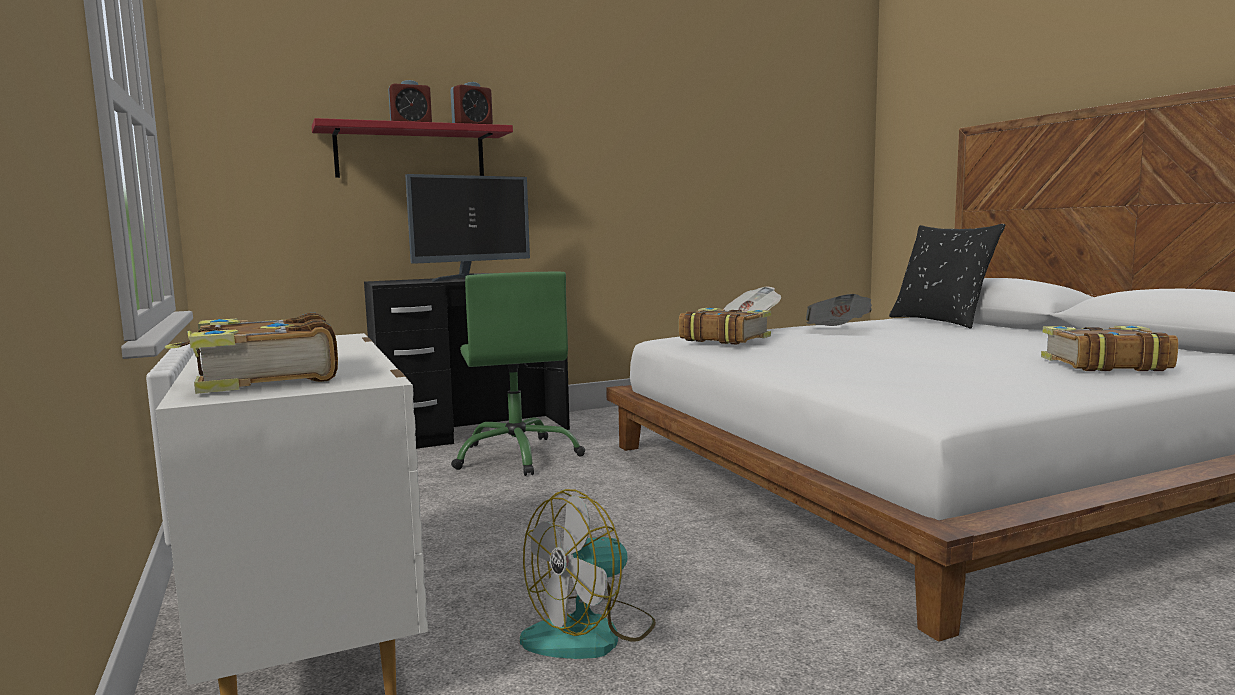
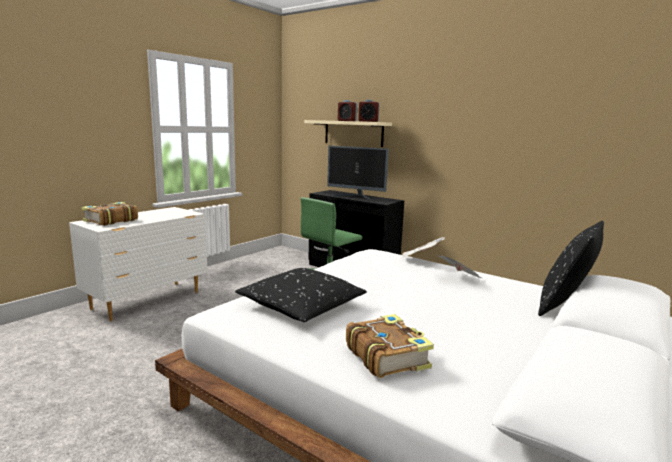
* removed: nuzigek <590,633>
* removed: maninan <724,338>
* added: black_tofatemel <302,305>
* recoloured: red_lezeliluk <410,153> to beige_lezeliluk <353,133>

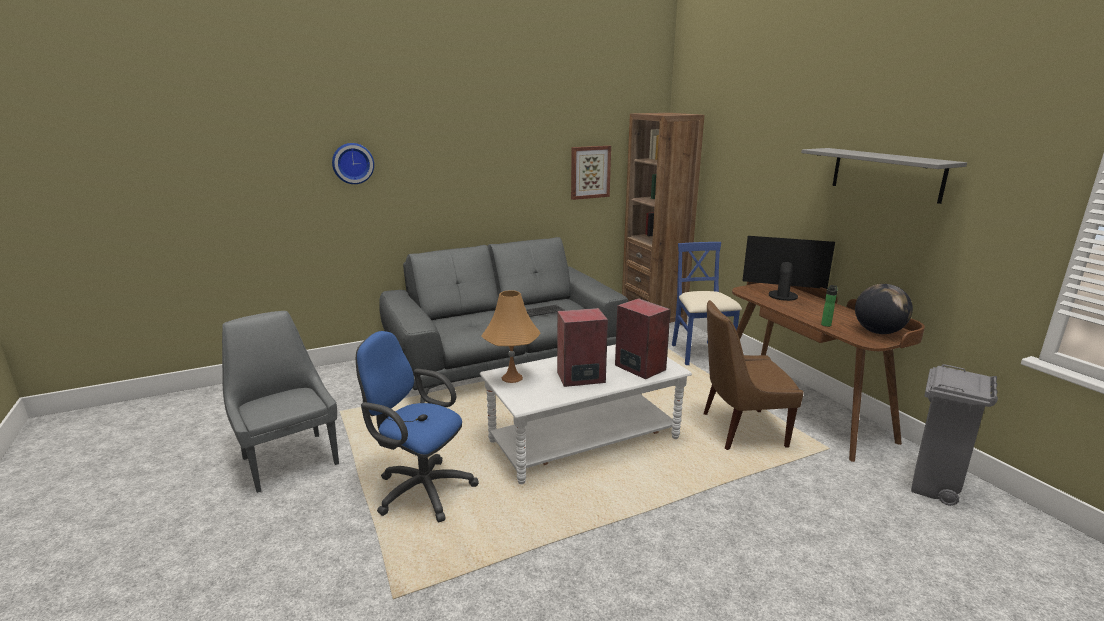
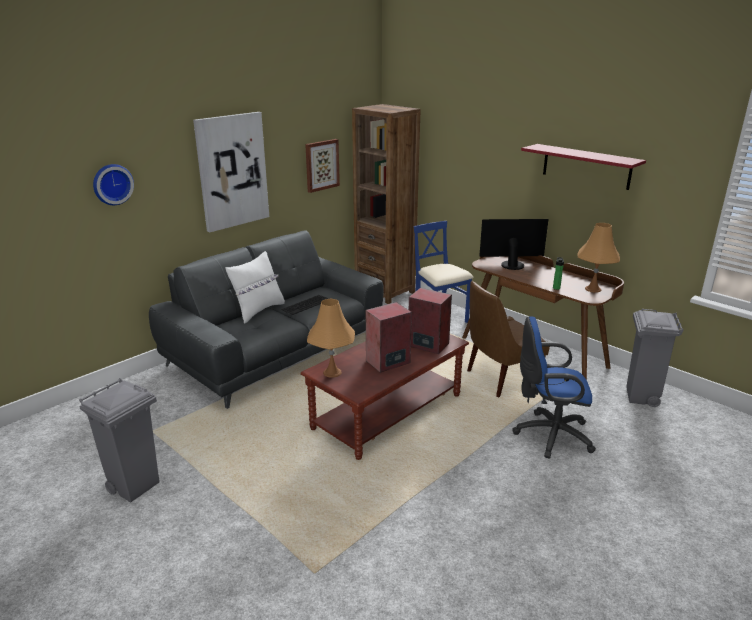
* added: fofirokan <232,171>
* added: white_tofatemel <258,311>
* moved: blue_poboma <420,489> to <549,435>
* replaced: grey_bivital <289,459> to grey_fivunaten <135,486>
* replaced: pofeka <878,332> to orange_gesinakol <593,289>
* recoloured: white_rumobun <584,440> to brown_rumobun <388,412>
* recoloured: grey_lezeliluk <886,174> to red_lezeliluk <586,166>

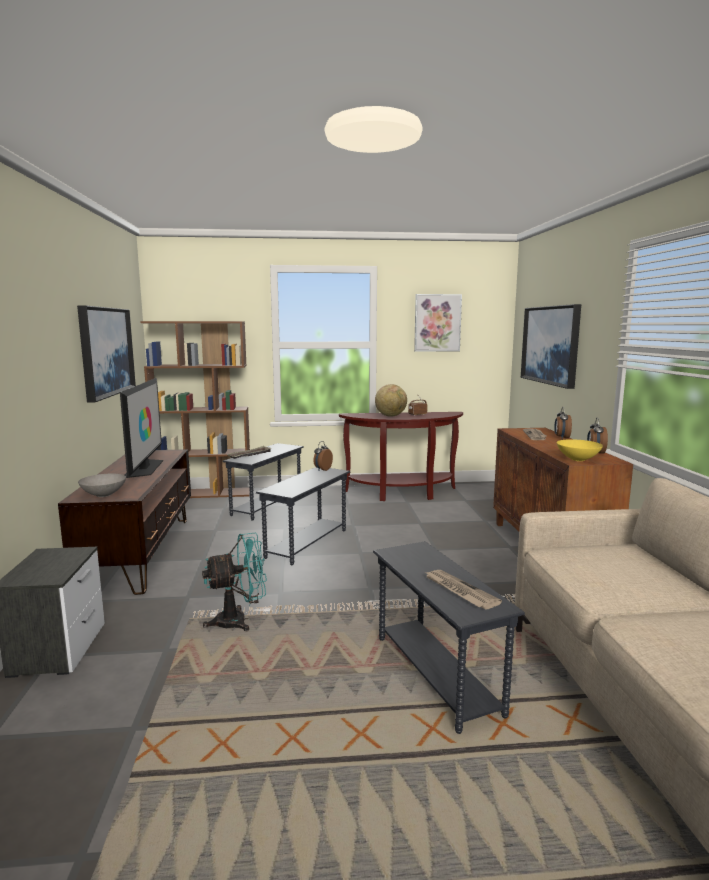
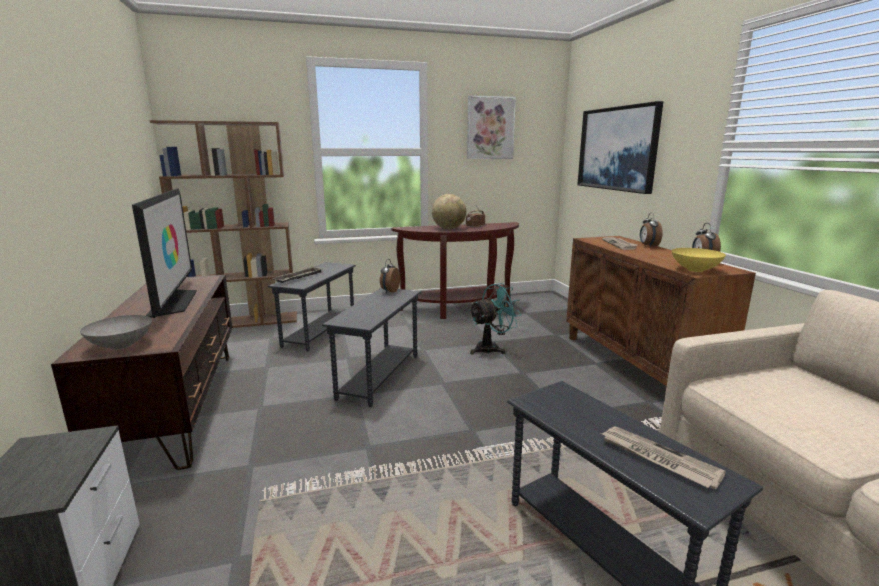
* removed: fofirokan <106,351>
* moved: turquoise_nuzigek <239,621> to <491,348>

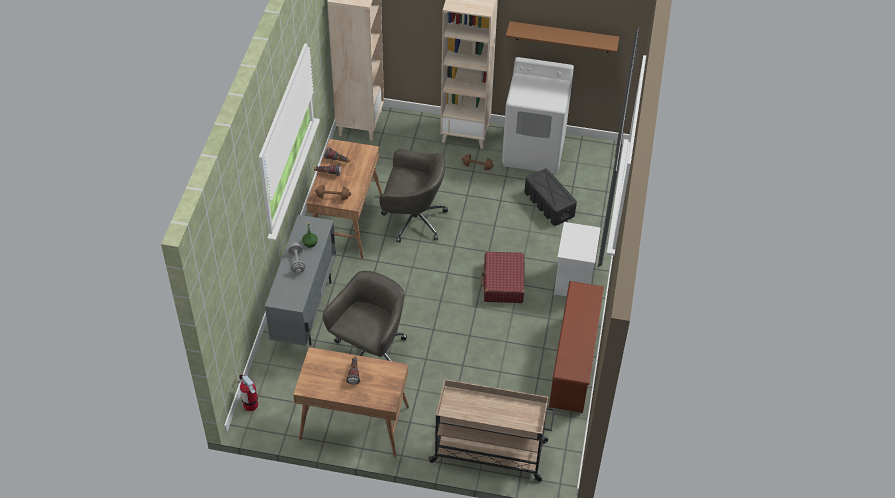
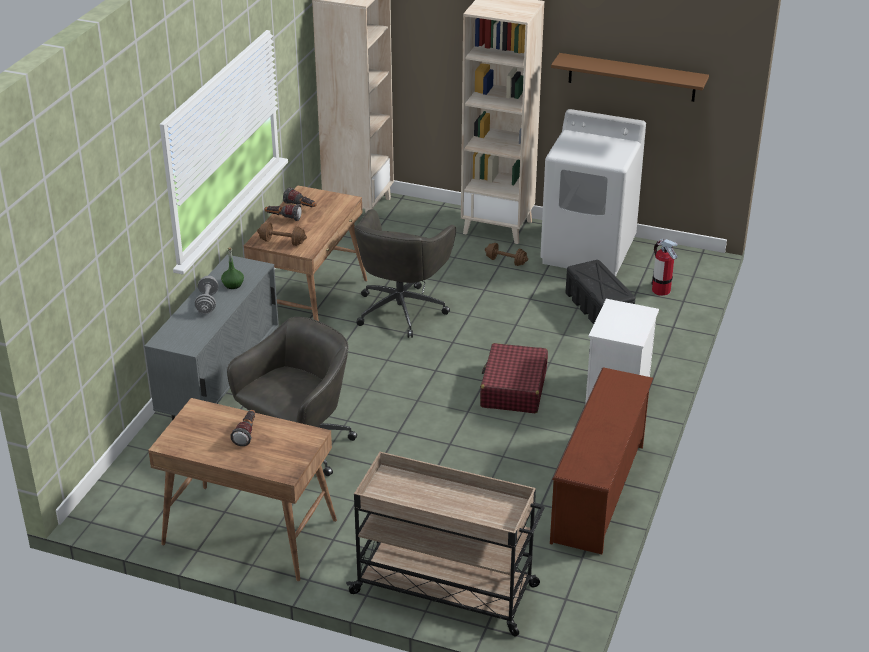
* moved: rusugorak <250,404> to <660,290>
* turned: grey_poboma <412,219> = <401,309> 90 degrees clockwise

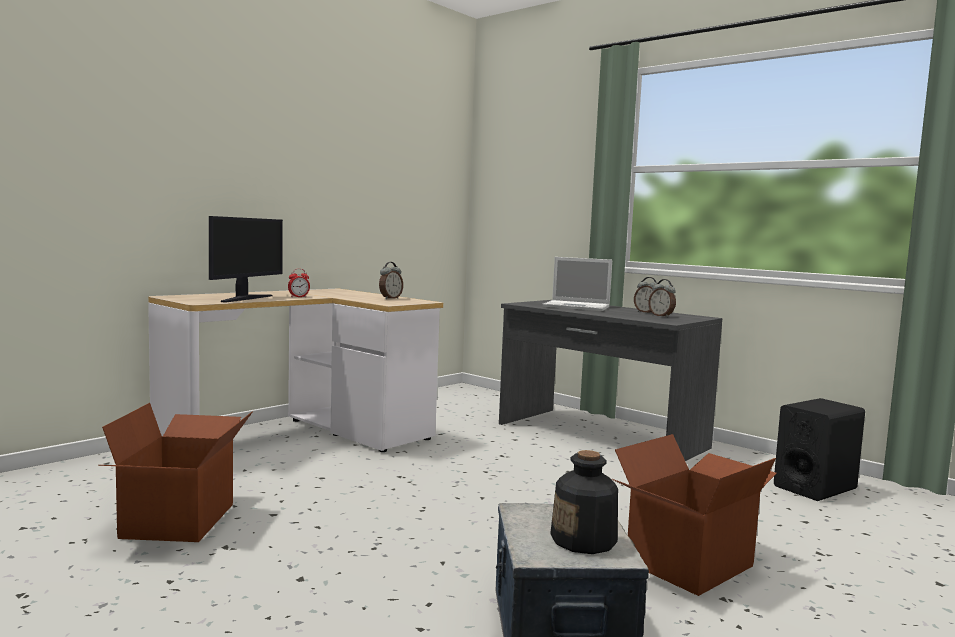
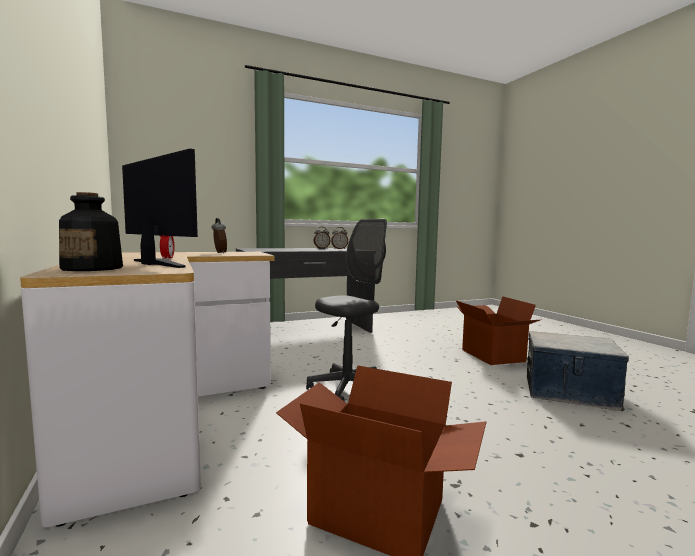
* removed: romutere <578,306>
* removed: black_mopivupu <815,487>
* added: grey_poboma <348,388>
* moved: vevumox <584,540> to <93,268>

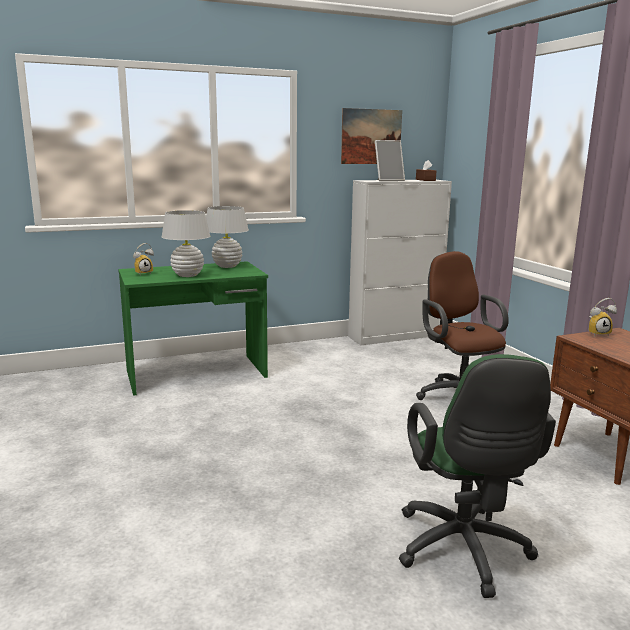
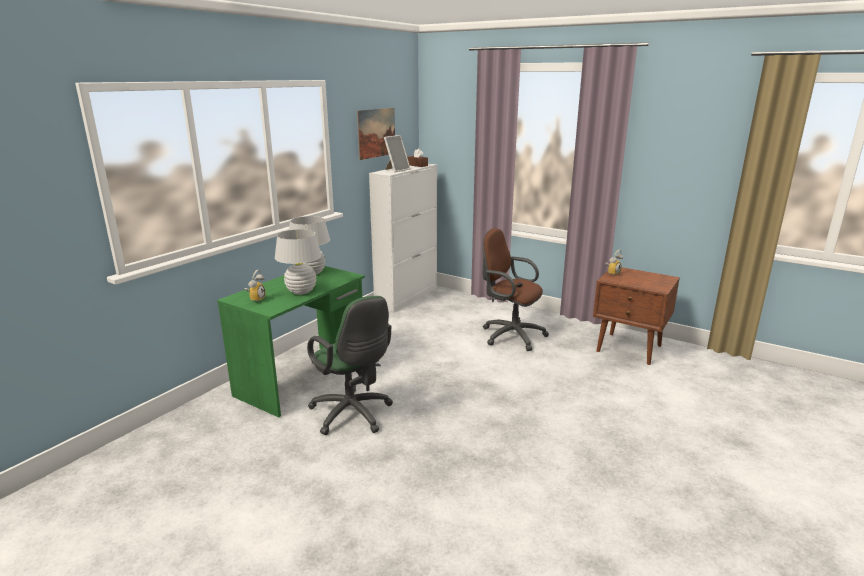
* moved: green_poboma <464,552> to <353,415>

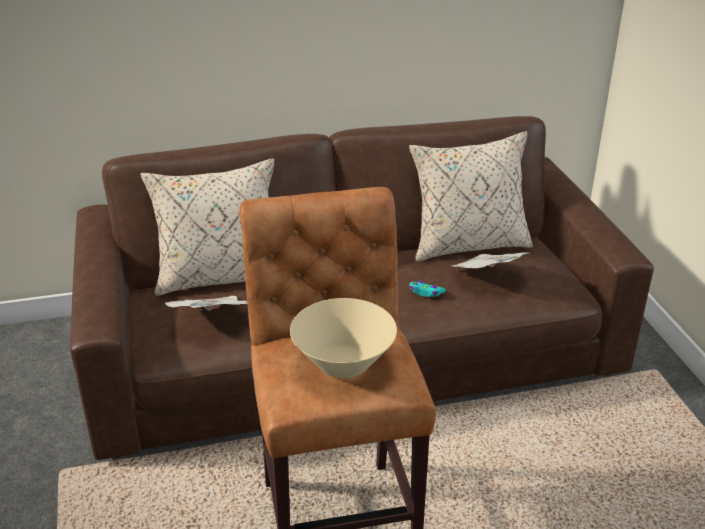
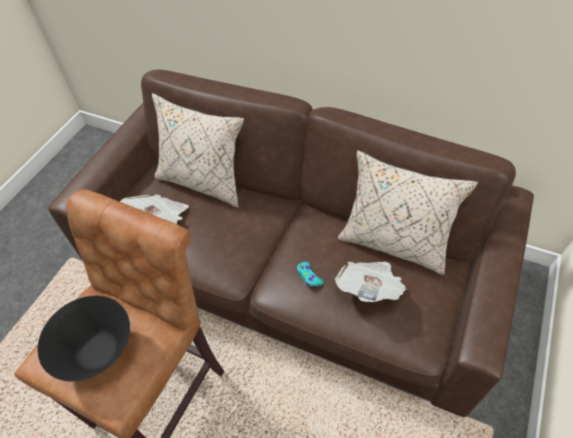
* recoloured: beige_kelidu <344,363> to black_kelidu <97,350>

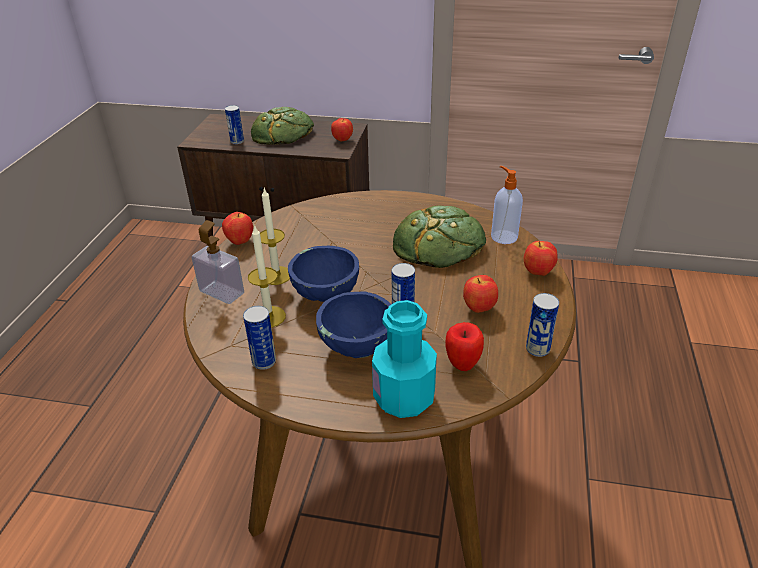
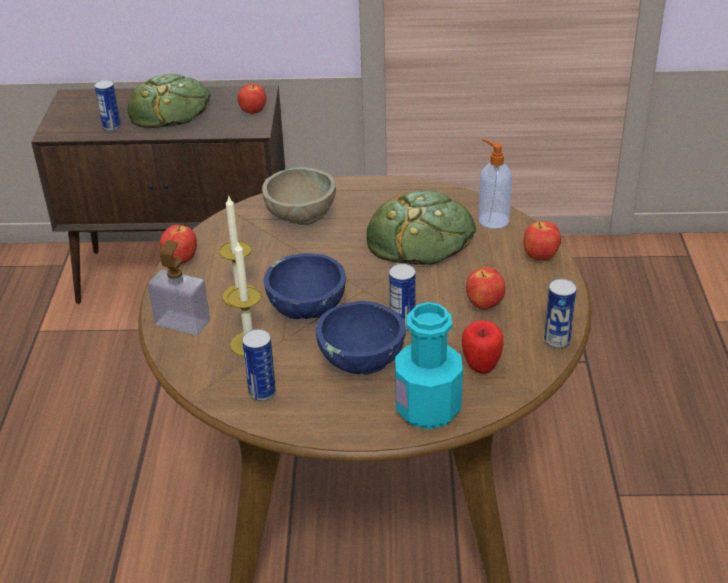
* added: beige_kelidu <302,218>

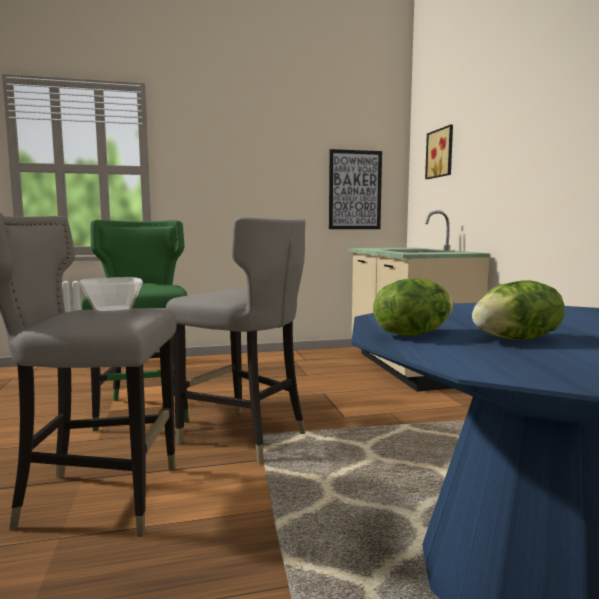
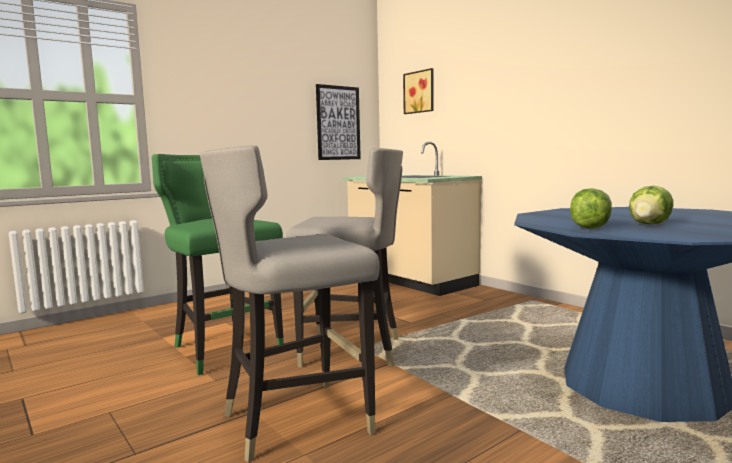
* removed: kelidu <112,310>

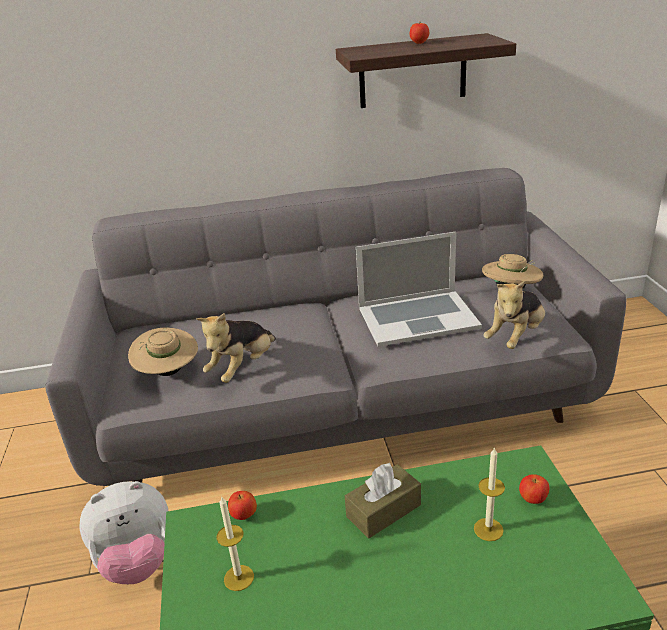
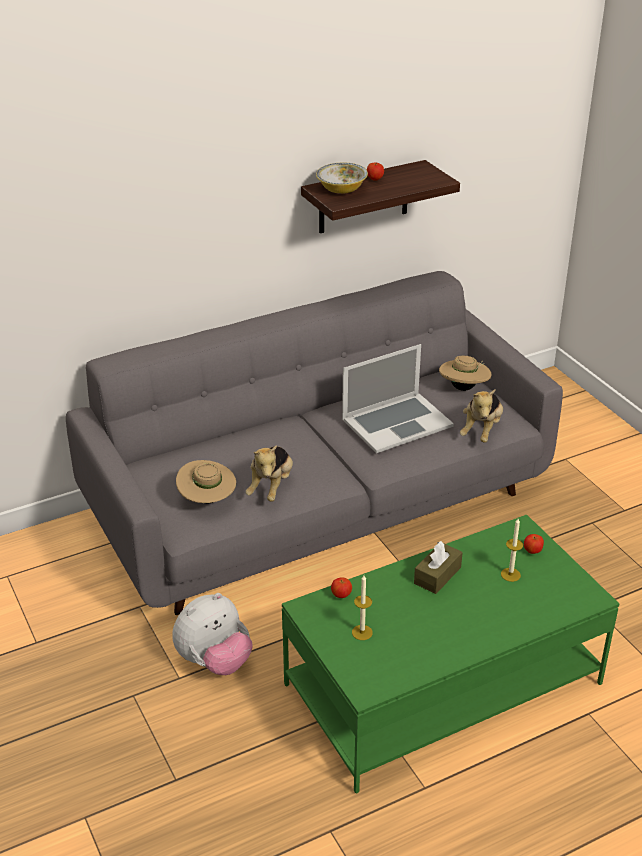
* added: kelidu <341,189>

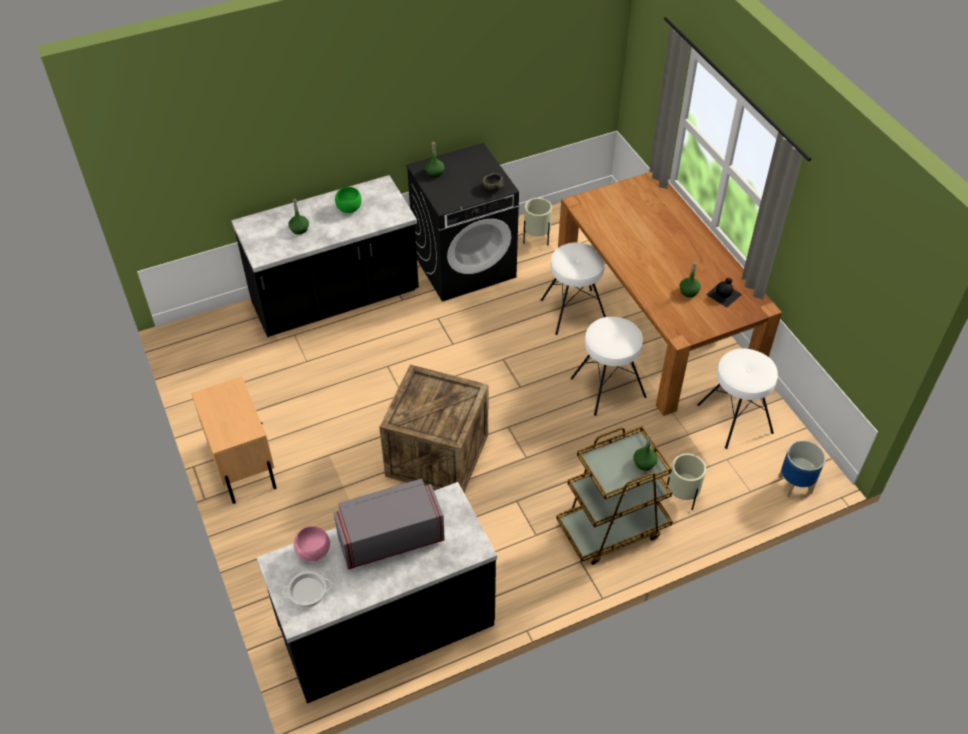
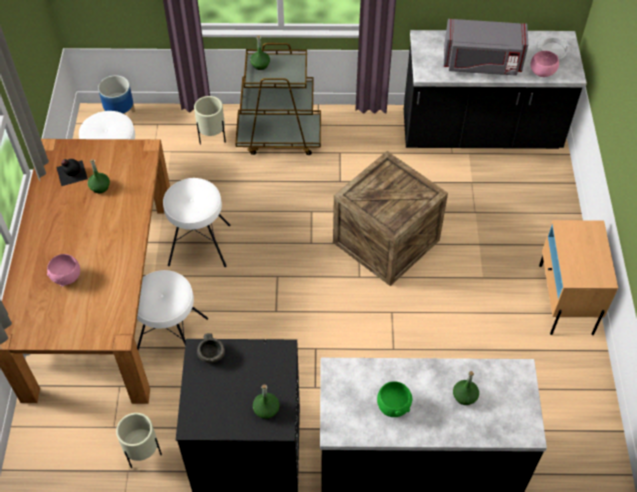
* added: pink_kelidu <67,277>

